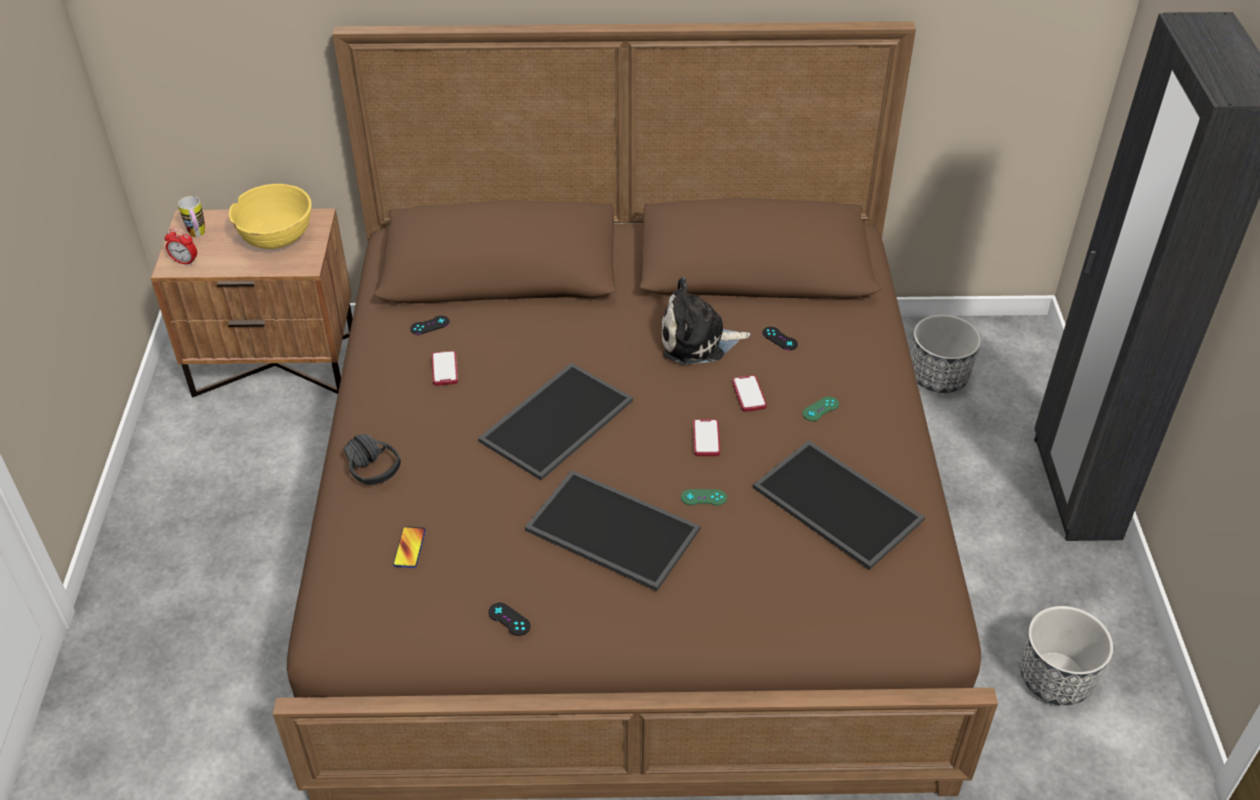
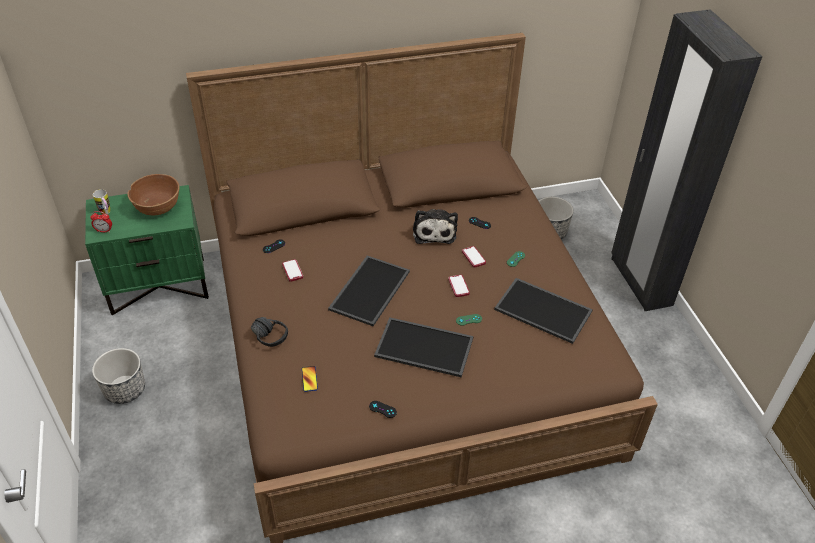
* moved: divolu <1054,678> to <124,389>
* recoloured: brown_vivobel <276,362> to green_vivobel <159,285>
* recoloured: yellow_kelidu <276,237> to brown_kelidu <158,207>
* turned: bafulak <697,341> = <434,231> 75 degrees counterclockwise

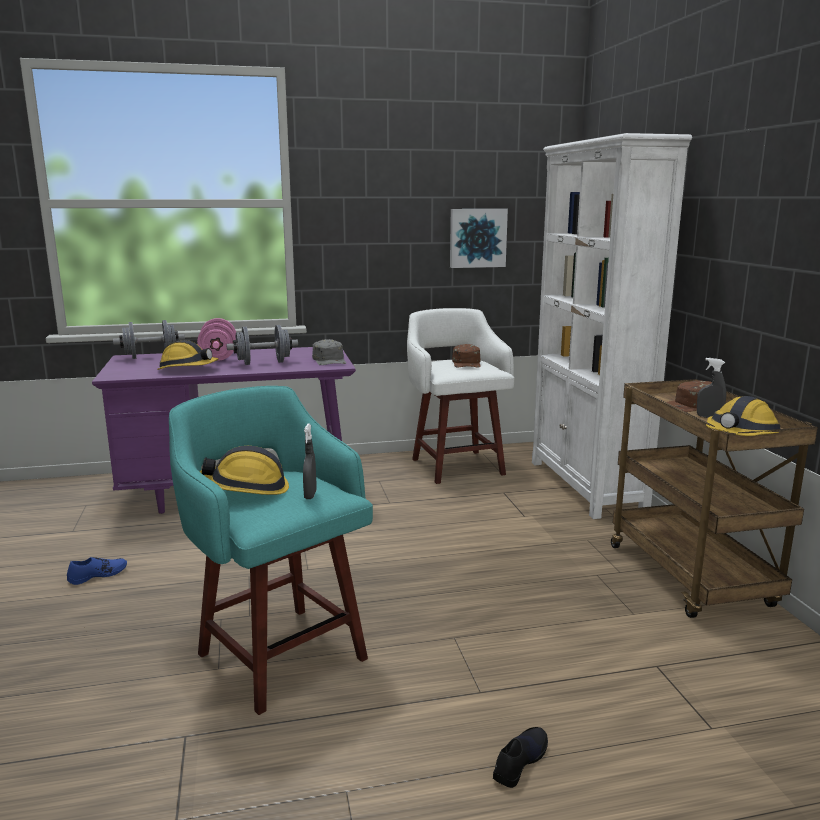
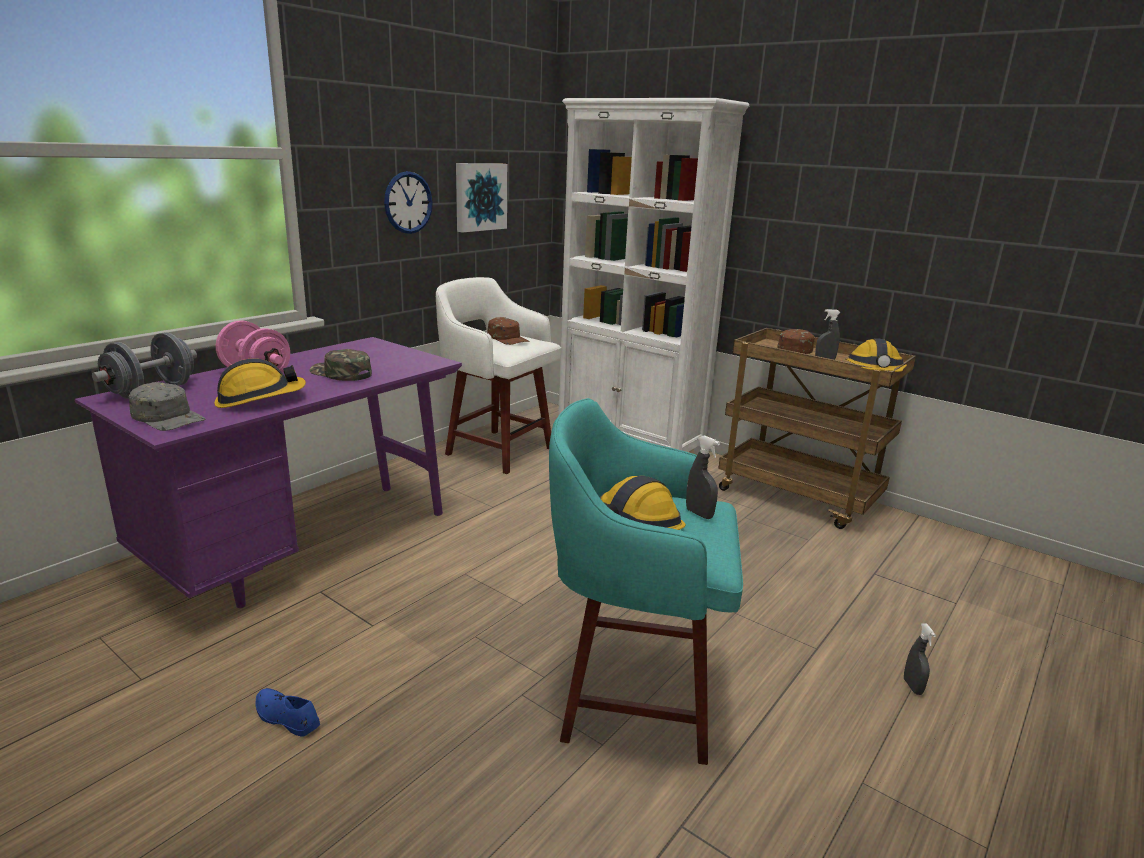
* added: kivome <408,202>
* moved: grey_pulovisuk <330,360> to <168,417>
* replaced: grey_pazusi <263,363> to green_pulovisuk <340,373>
* replaced: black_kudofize <519,761> to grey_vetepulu <912,687>
* turned: blue_kudofize <98,575> = <286,717> 75 degrees counterclockwise

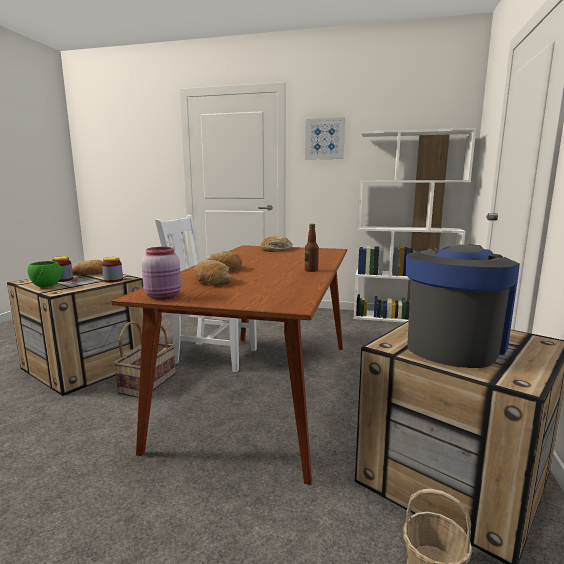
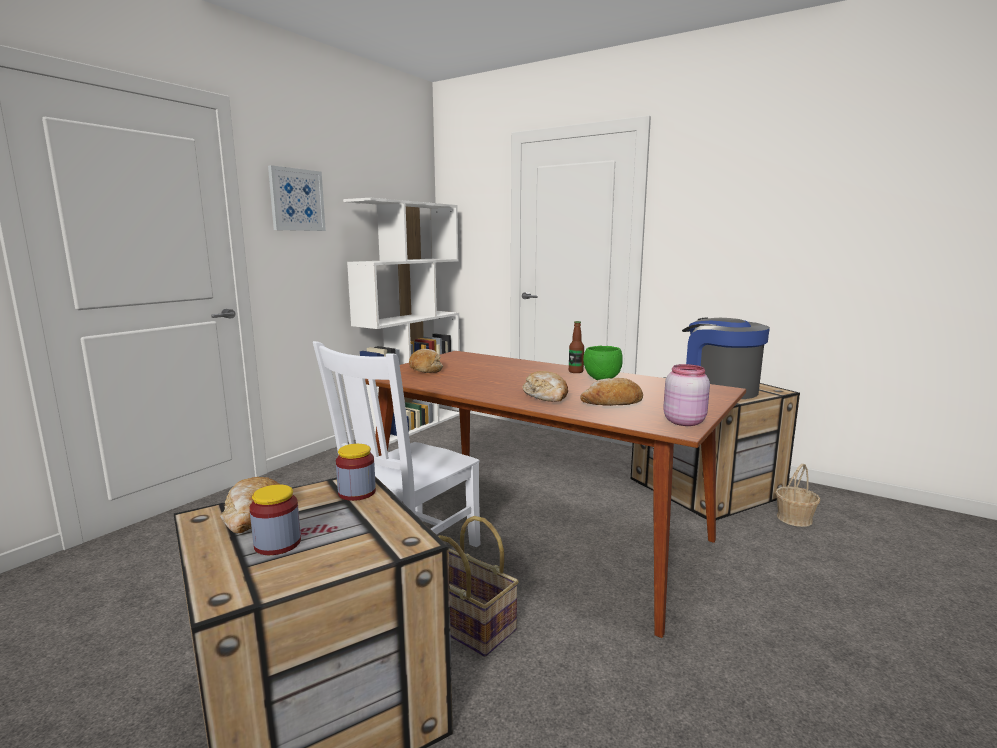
* moved: green_kelidu <47,286> to <601,379>

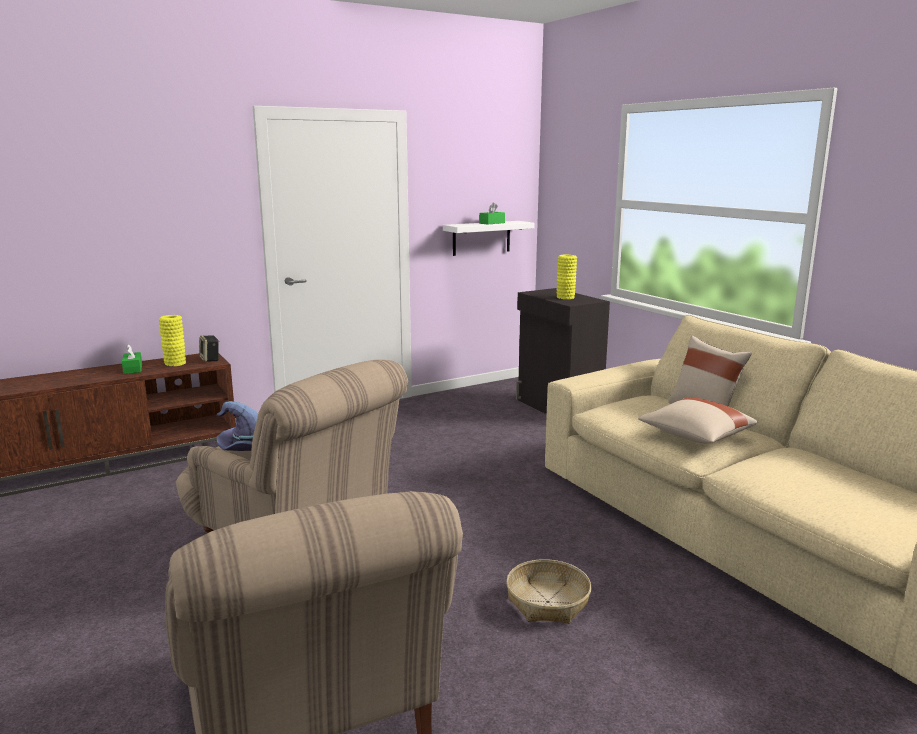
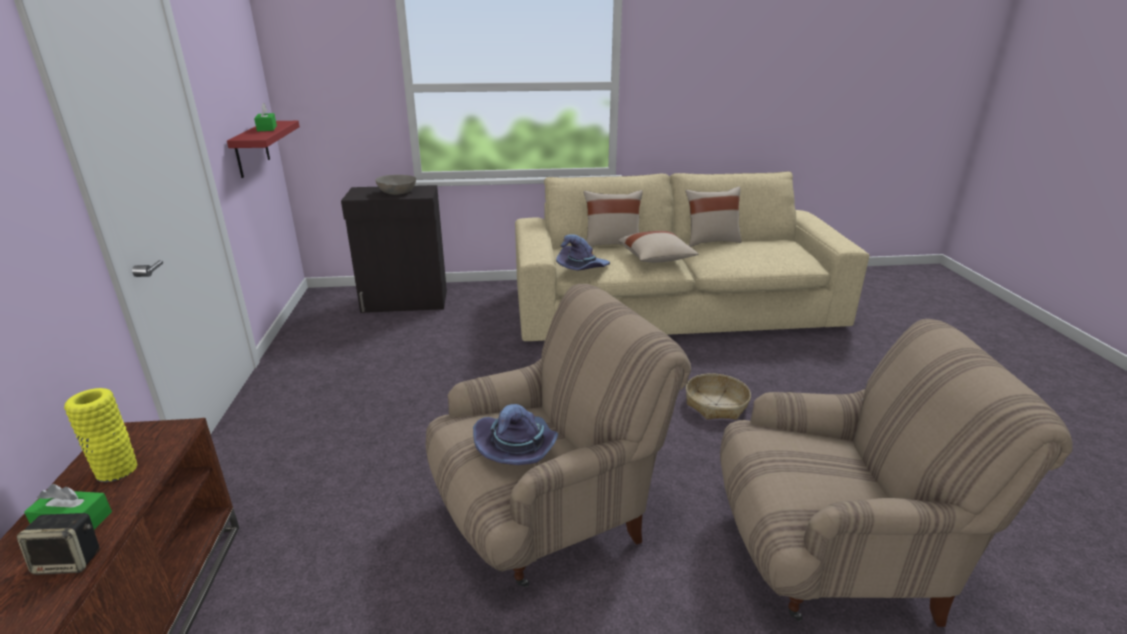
* added: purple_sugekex <582,269>
* added: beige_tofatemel <711,241>
* moved: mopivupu <210,359> to <70,561>
* replaced: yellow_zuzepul <565,297> to grey_kelidu <397,192>
* recoloured: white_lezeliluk <481,238> to red_lezeliluk <251,149>

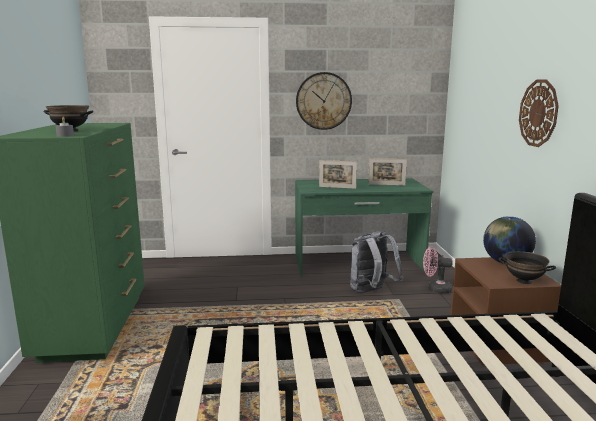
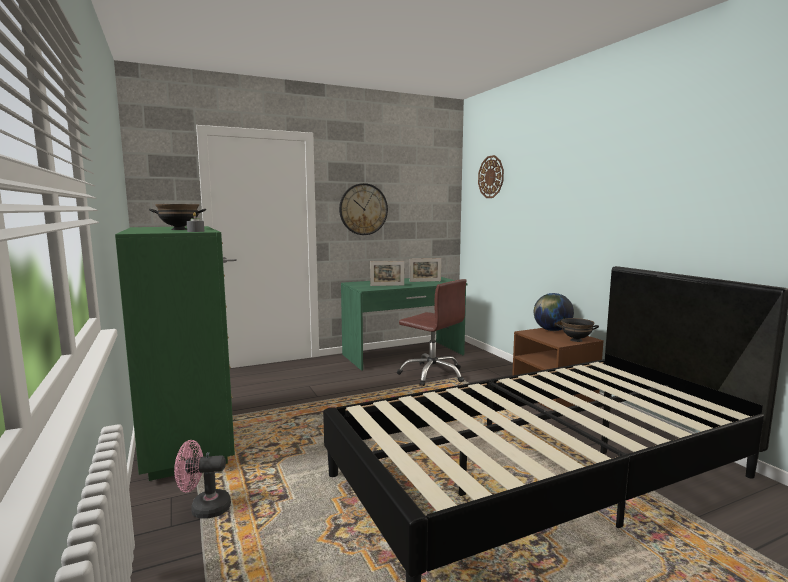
* moved: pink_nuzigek <435,289> to <204,508>
* moved: kivome <538,113> to <491,177>
* replaced: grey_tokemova <372,292> to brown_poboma <432,374>

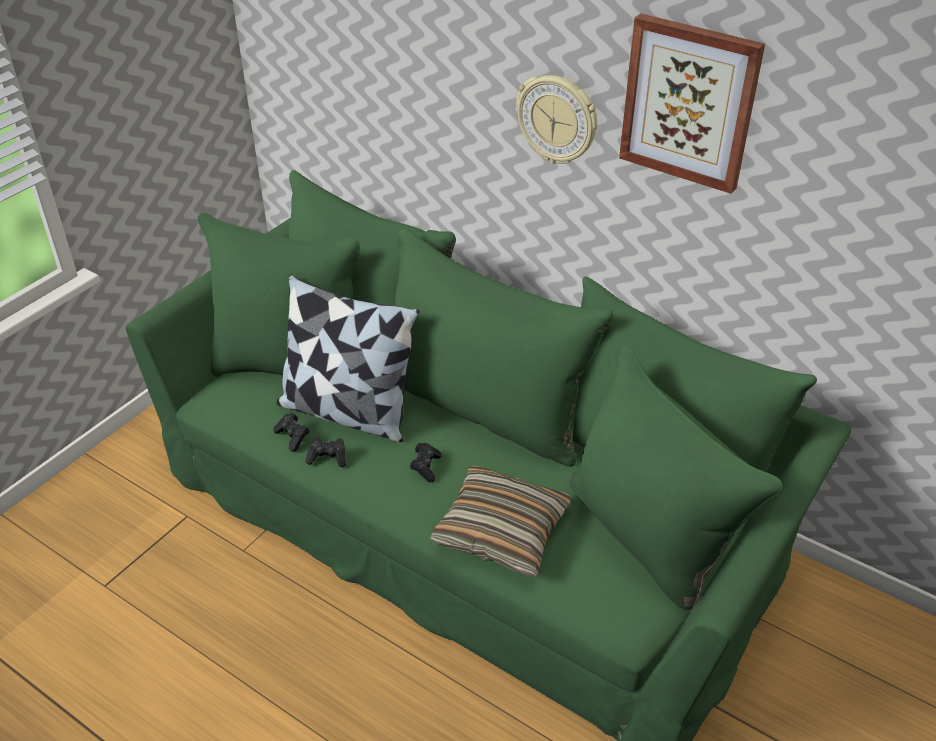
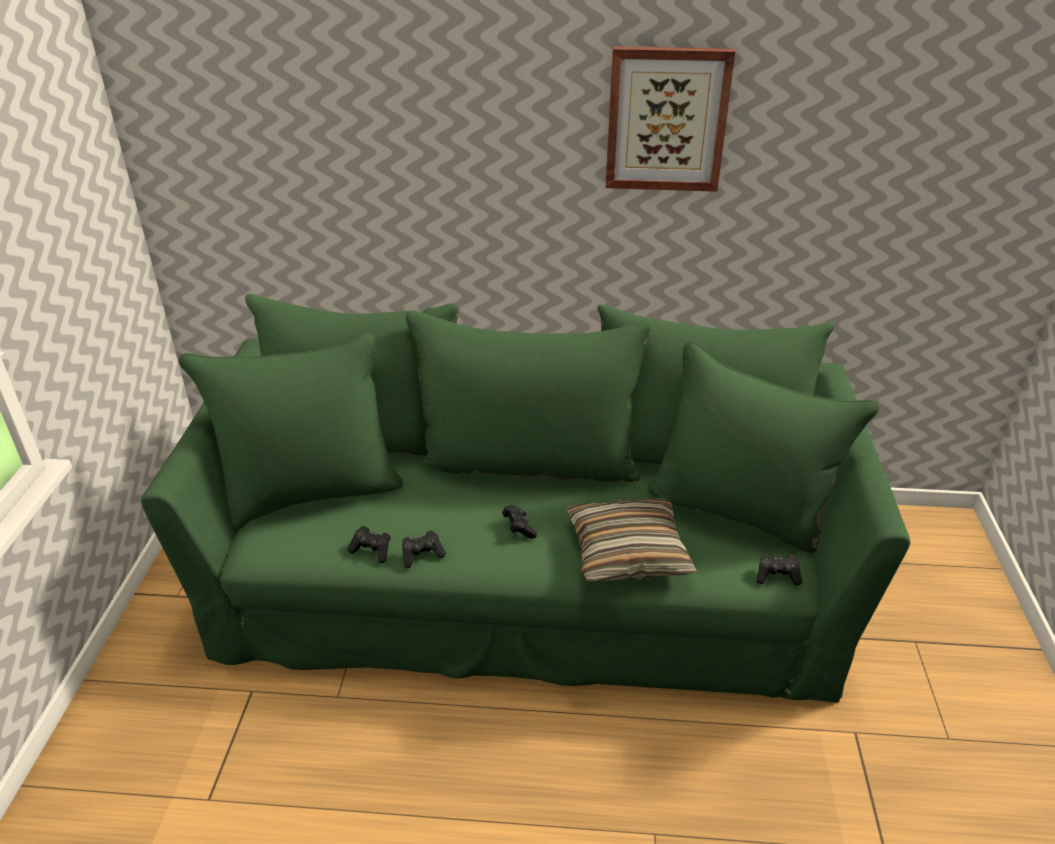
* removed: tofatemel <347,411>
* removed: kivome <557,119>
* added: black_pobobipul <777,576>

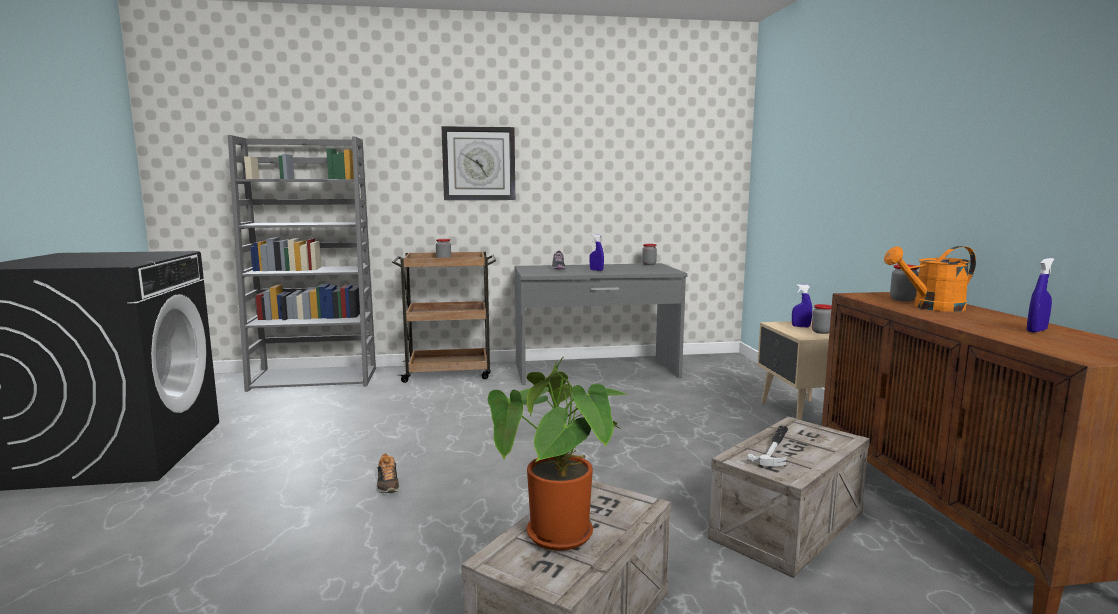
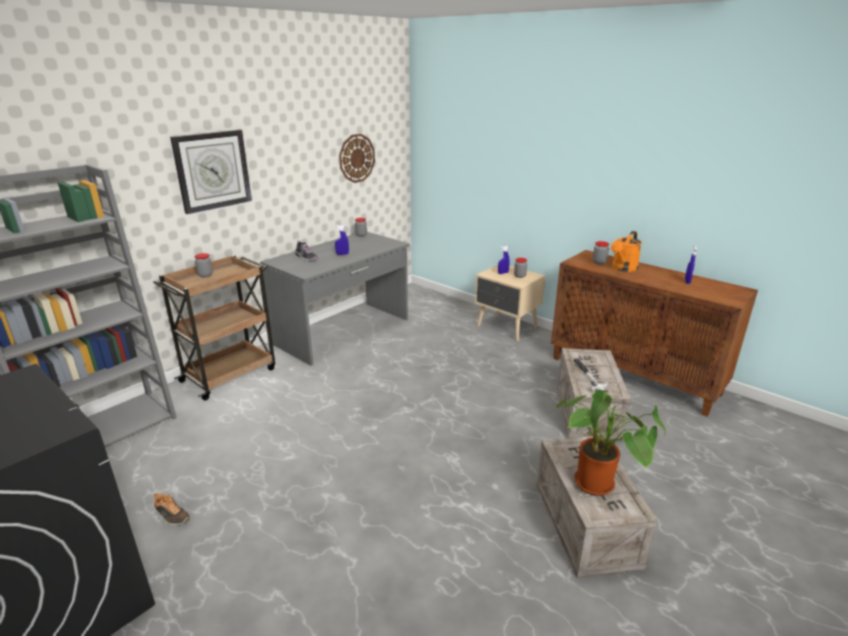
* added: kivome <356,158>
* moved: kudofize <387,484> to <171,516>

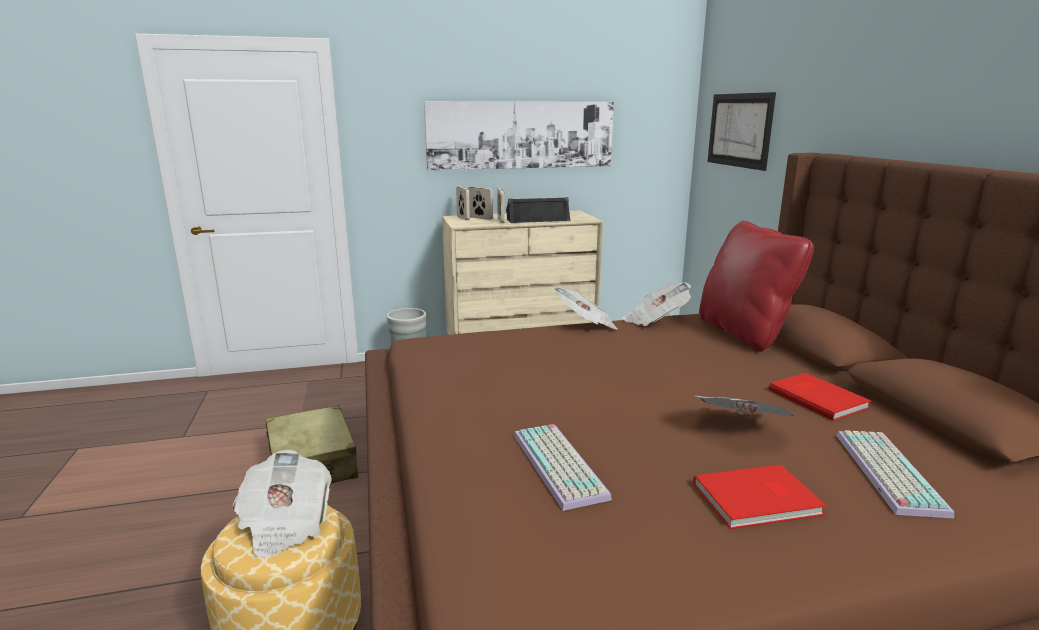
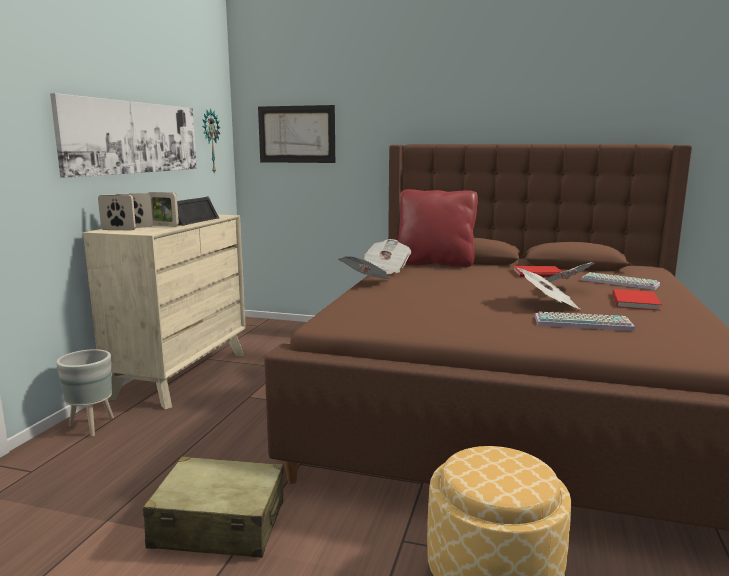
* added: kivome <210,141>
* moved: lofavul <285,524> to <548,304>

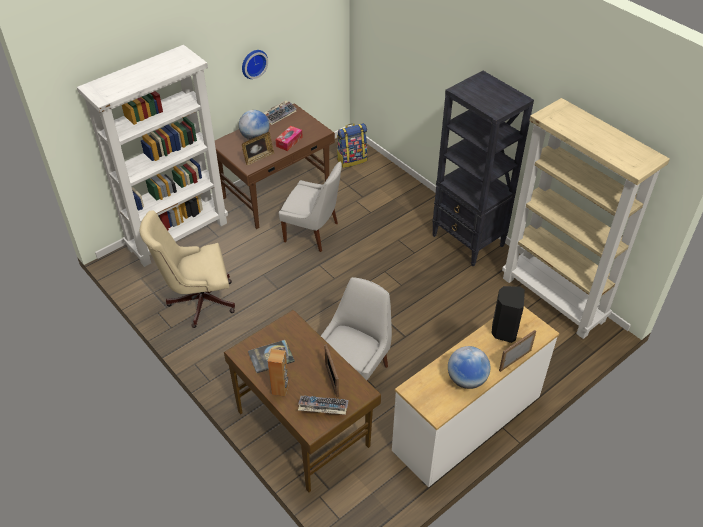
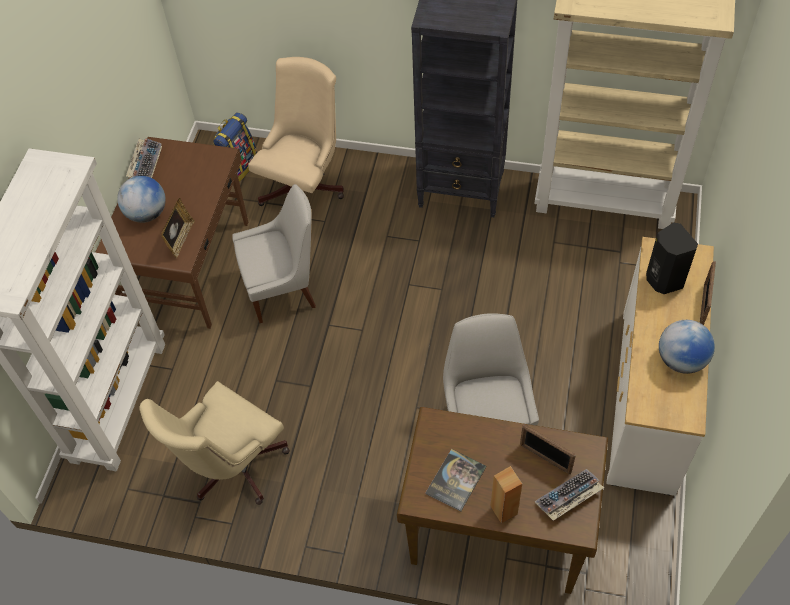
* removed: kivome <253,63>
* removed: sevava <289,141>
* added: beige_poboma <305,187>

